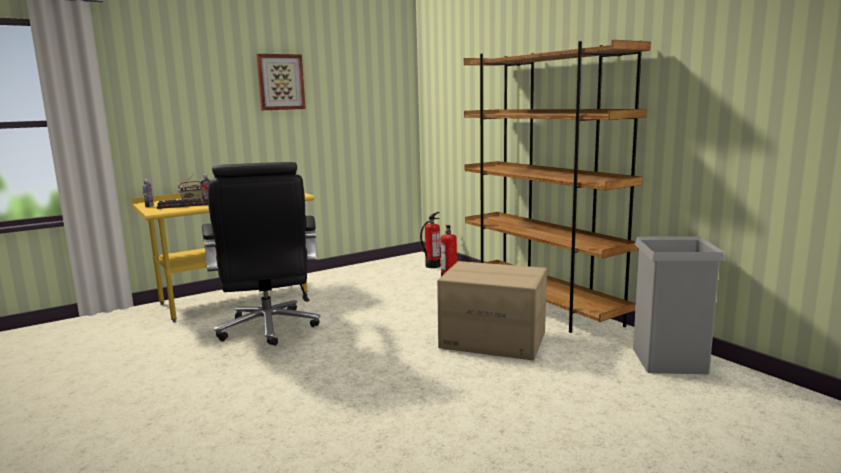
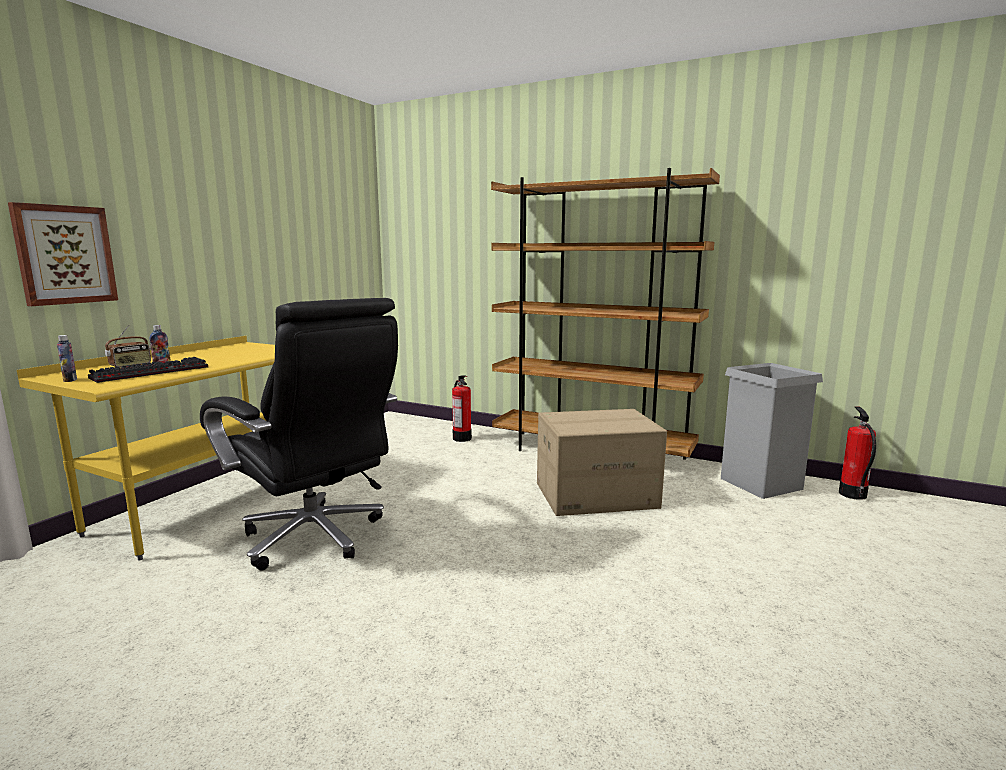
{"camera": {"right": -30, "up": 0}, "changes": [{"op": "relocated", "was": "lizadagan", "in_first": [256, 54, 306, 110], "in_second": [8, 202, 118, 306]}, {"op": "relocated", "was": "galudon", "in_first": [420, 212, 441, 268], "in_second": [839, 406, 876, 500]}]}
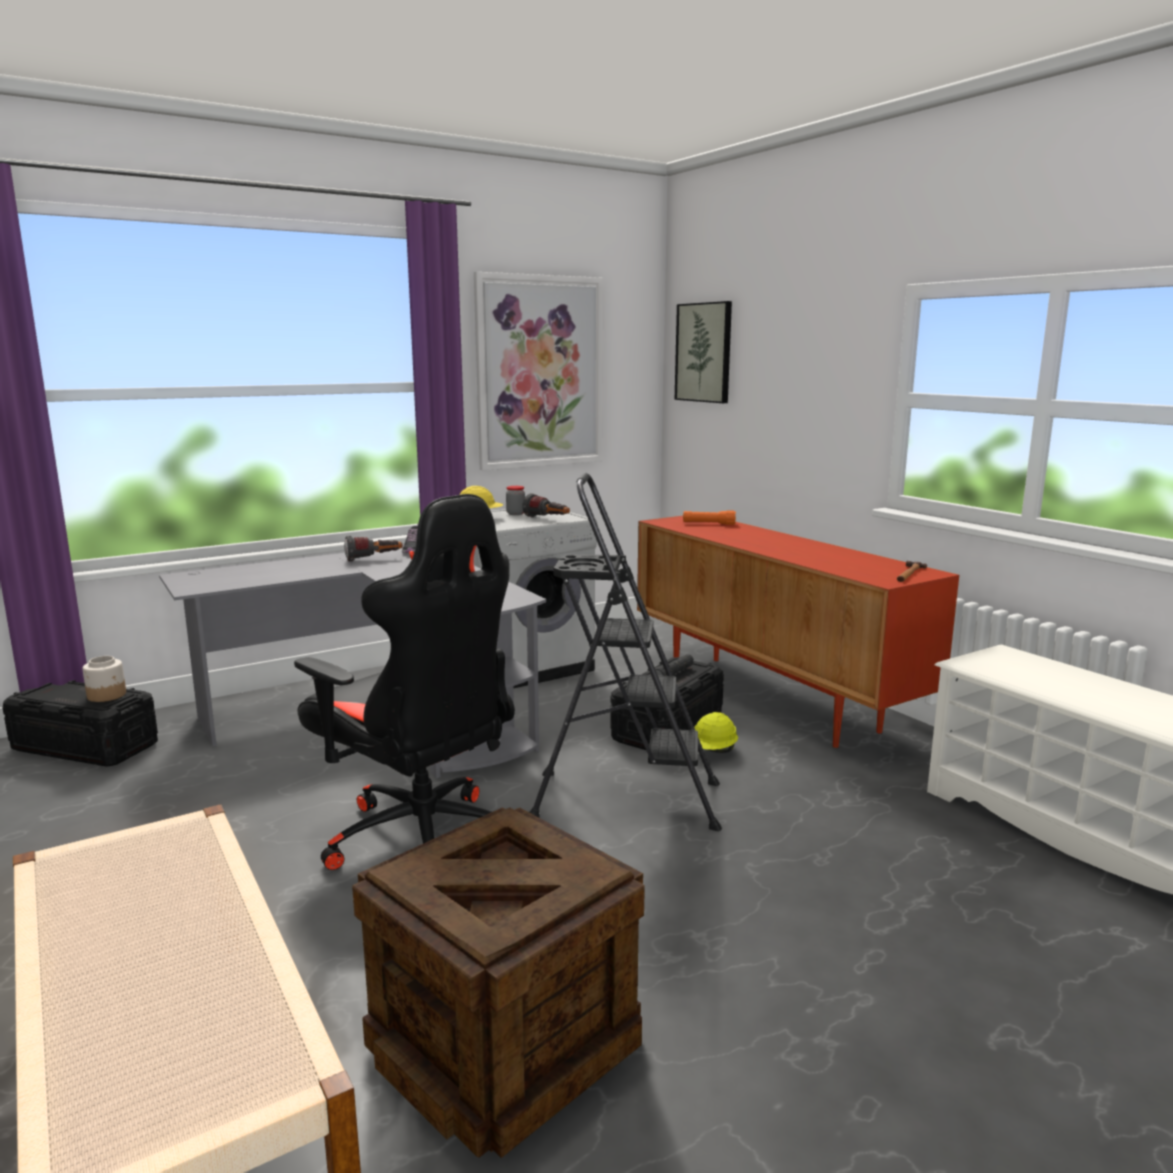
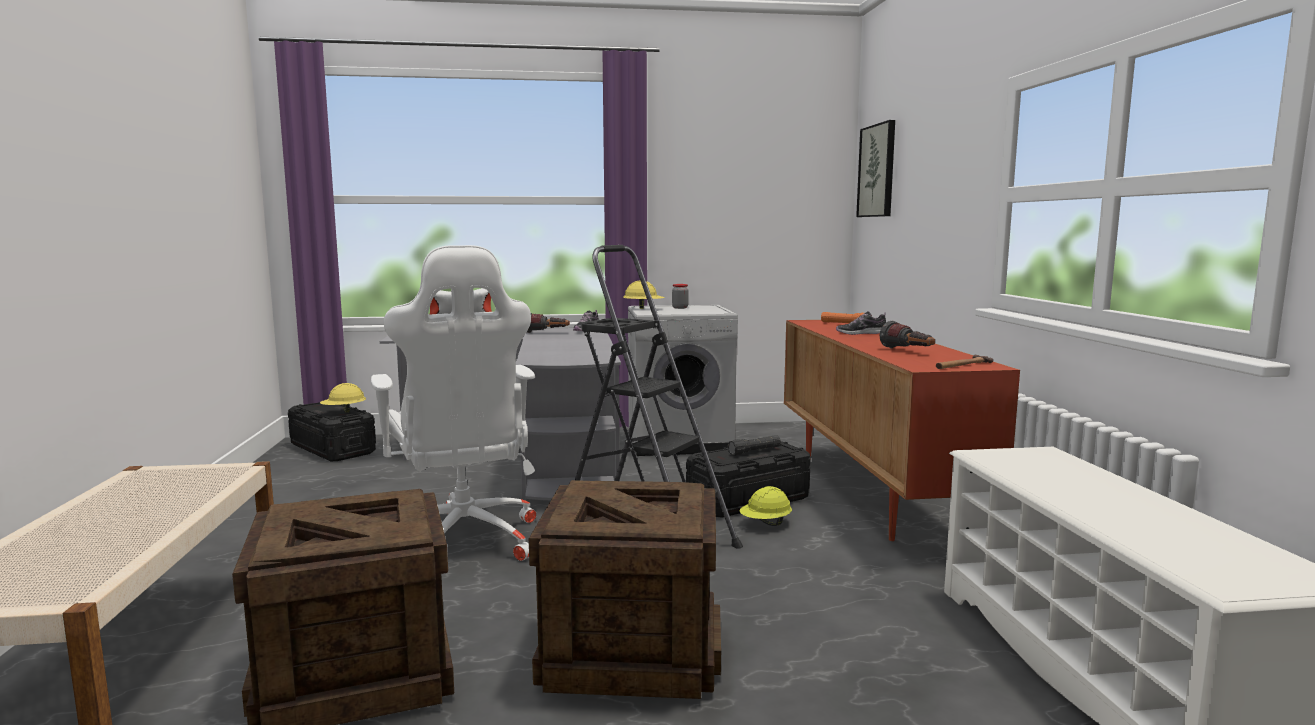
{"camera": {"right": 25, "up": -5}, "changes": [{"op": "exchanged", "was": "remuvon", "now": "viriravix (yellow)", "in_first": [82, 656, 126, 702], "in_second": [320, 383, 366, 413]}, {"op": "colour", "was": "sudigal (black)", "now": "sudigal (white)", "in_first": [294, 494, 515, 870], "in_second": [371, 245, 537, 561]}, {"op": "appeared", "now": "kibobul", "in_second": [529, 480, 721, 699]}, {"op": "appeared", "now": "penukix", "in_second": [836, 311, 886, 335]}, {"op": "relocated", "was": "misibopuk", "in_first": [522, 493, 570, 518], "in_second": [880, 321, 935, 349]}, {"op": "missing", "was": "lizadagan", "in_first": [474, 272, 603, 470]}]}
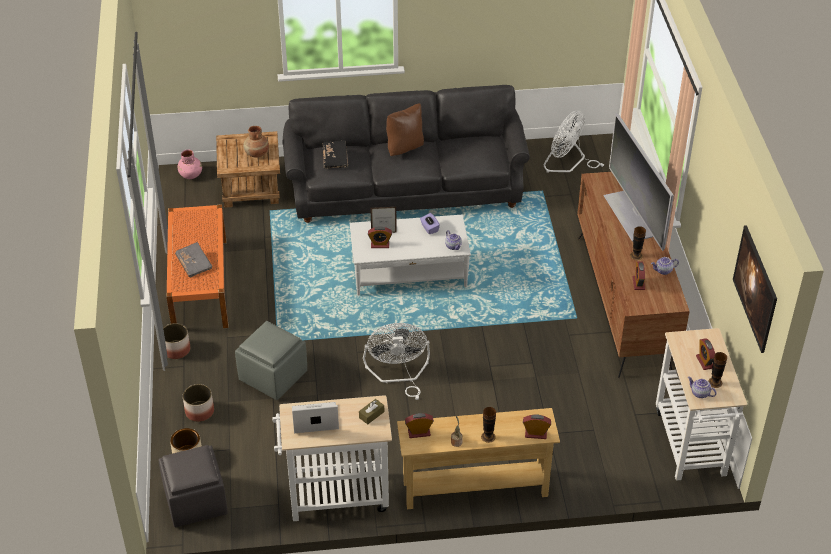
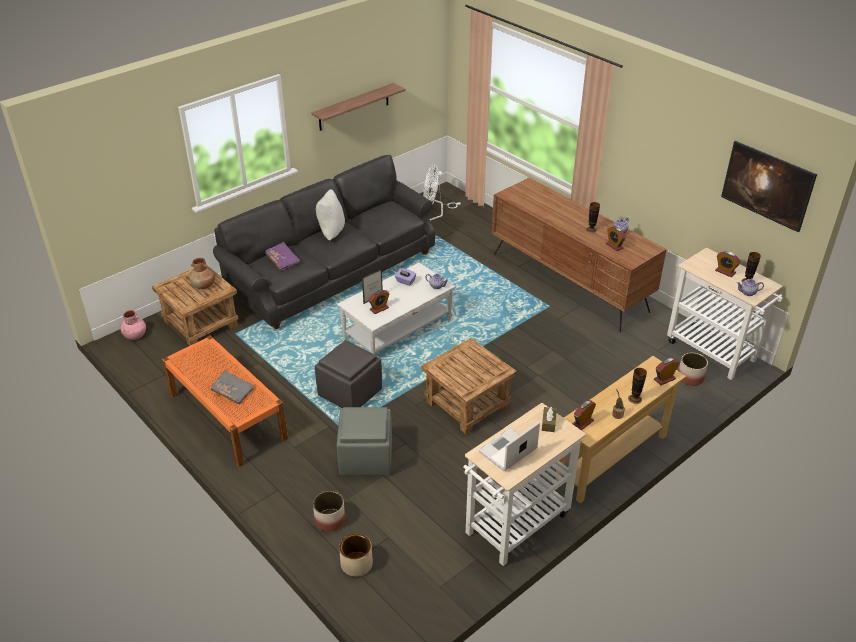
{"camera": {"right": -35, "up": -5}, "changes": [{"op": "colour", "was": "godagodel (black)", "now": "godagodel (purple)", "in_first": [323, 140, 348, 169], "in_second": [265, 242, 300, 271]}, {"op": "appeared", "now": "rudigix", "in_second": [311, 83, 406, 131]}, {"op": "relocated", "was": "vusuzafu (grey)", "in_first": [159, 445, 228, 528], "in_second": [315, 340, 382, 409]}, {"op": "colour", "was": "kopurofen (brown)", "now": "kopurofen (white)", "in_first": [386, 103, 424, 156], "in_second": [316, 189, 345, 241]}, {"op": "exchanged", "was": "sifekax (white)", "now": "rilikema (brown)", "in_first": [363, 323, 430, 400], "in_second": [421, 338, 517, 434]}, {"op": "relocated", "was": "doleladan", "in_first": [163, 323, 190, 359], "in_second": [678, 353, 708, 386]}, {"op": "missing", "was": "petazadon", "in_first": [603, 113, 674, 251]}]}
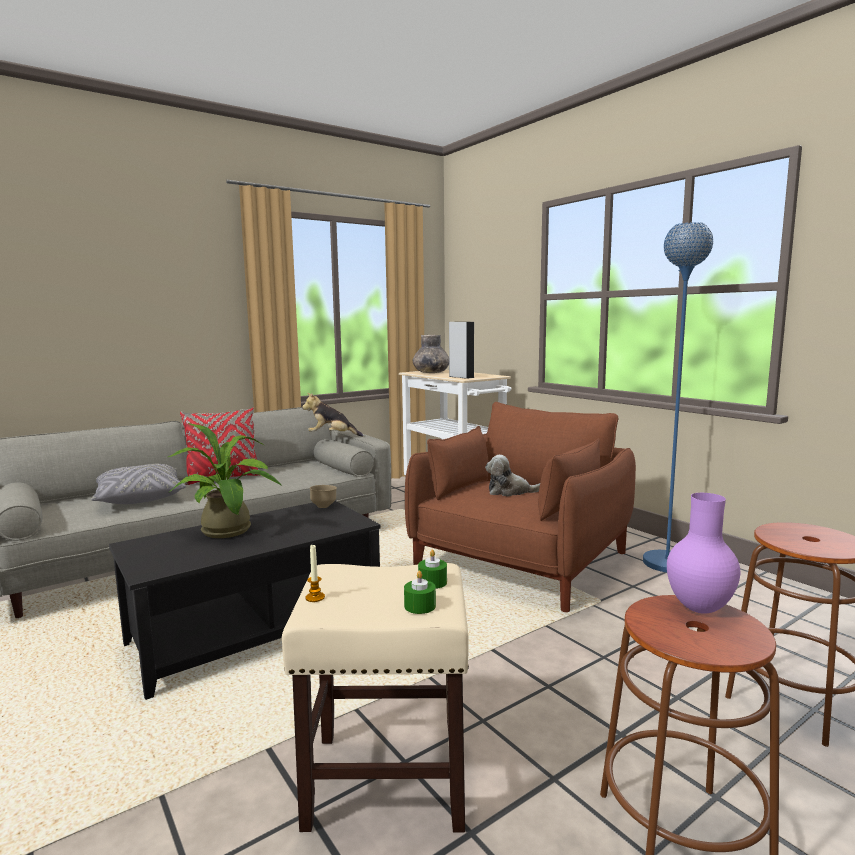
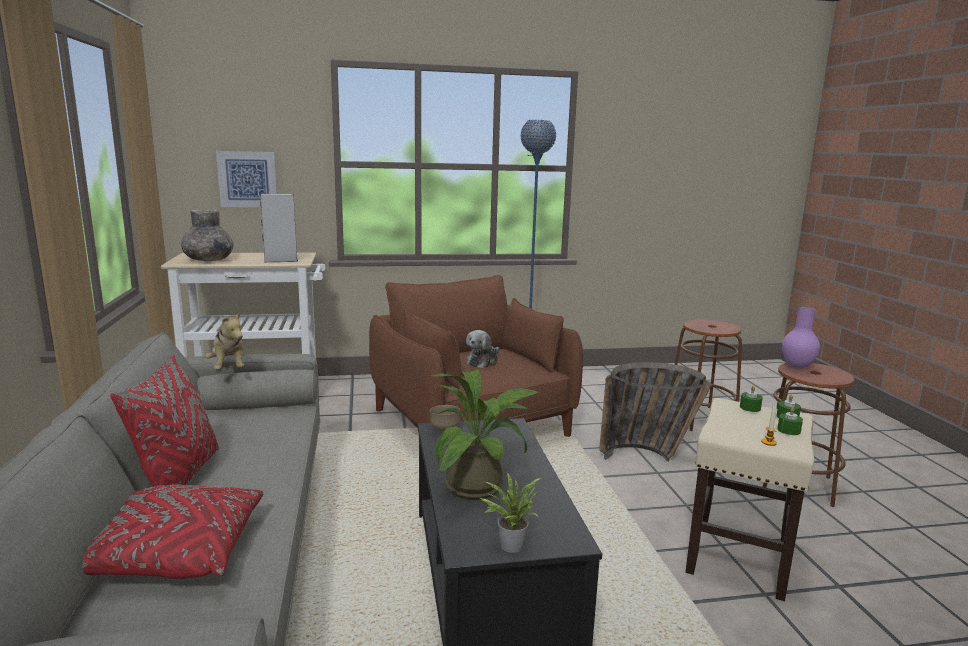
{"camera": {"right": -65, "up": 5}, "changes": [{"op": "colour", "was": "kopurofen (grey)", "now": "kopurofen (red)", "in_first": [91, 464, 186, 504], "in_second": [82, 485, 263, 579]}, {"op": "spun", "was": "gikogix", "in_first": [302, 393, 363, 437], "in_second": [205, 311, 244, 369], "clockwise": -60}, {"op": "appeared", "now": "lizadagan", "in_second": [216, 151, 277, 207]}, {"op": "appeared", "now": "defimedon", "in_second": [480, 472, 542, 553]}, {"op": "appeared", "now": "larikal", "in_second": [599, 362, 712, 462]}, {"op": "appeared", "now": "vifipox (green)", "in_second": [777, 407, 803, 435]}]}
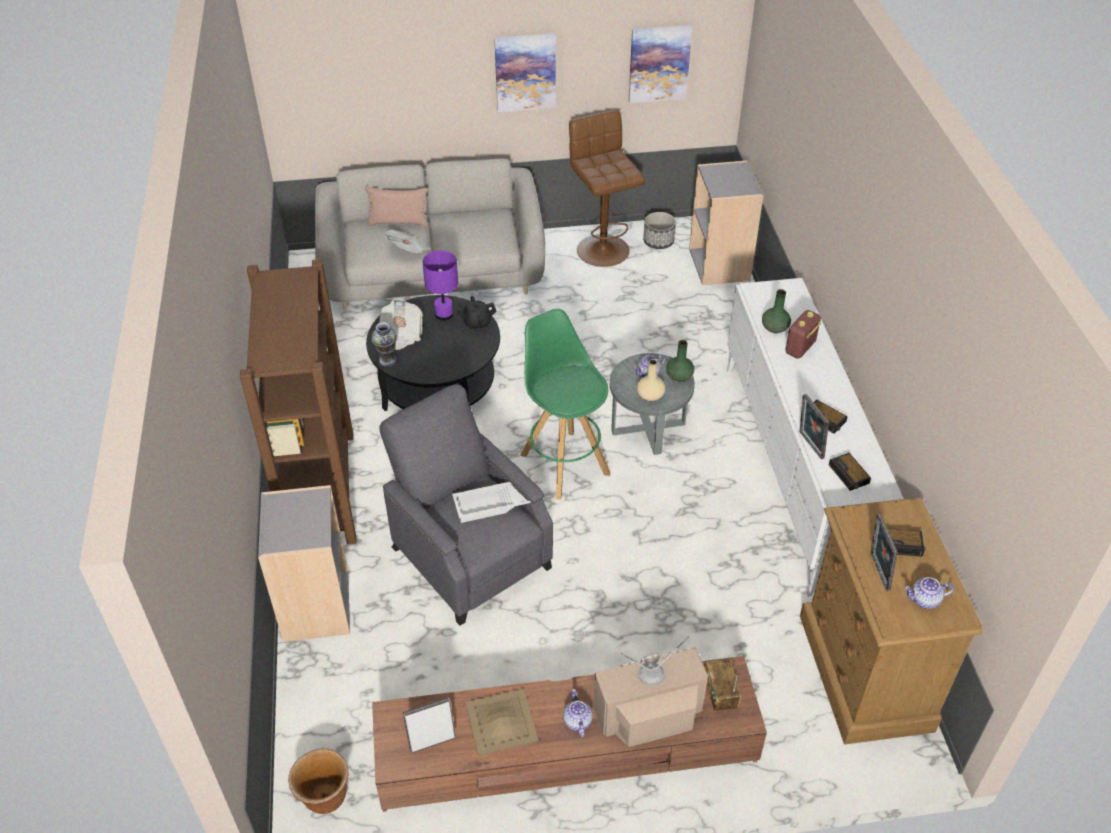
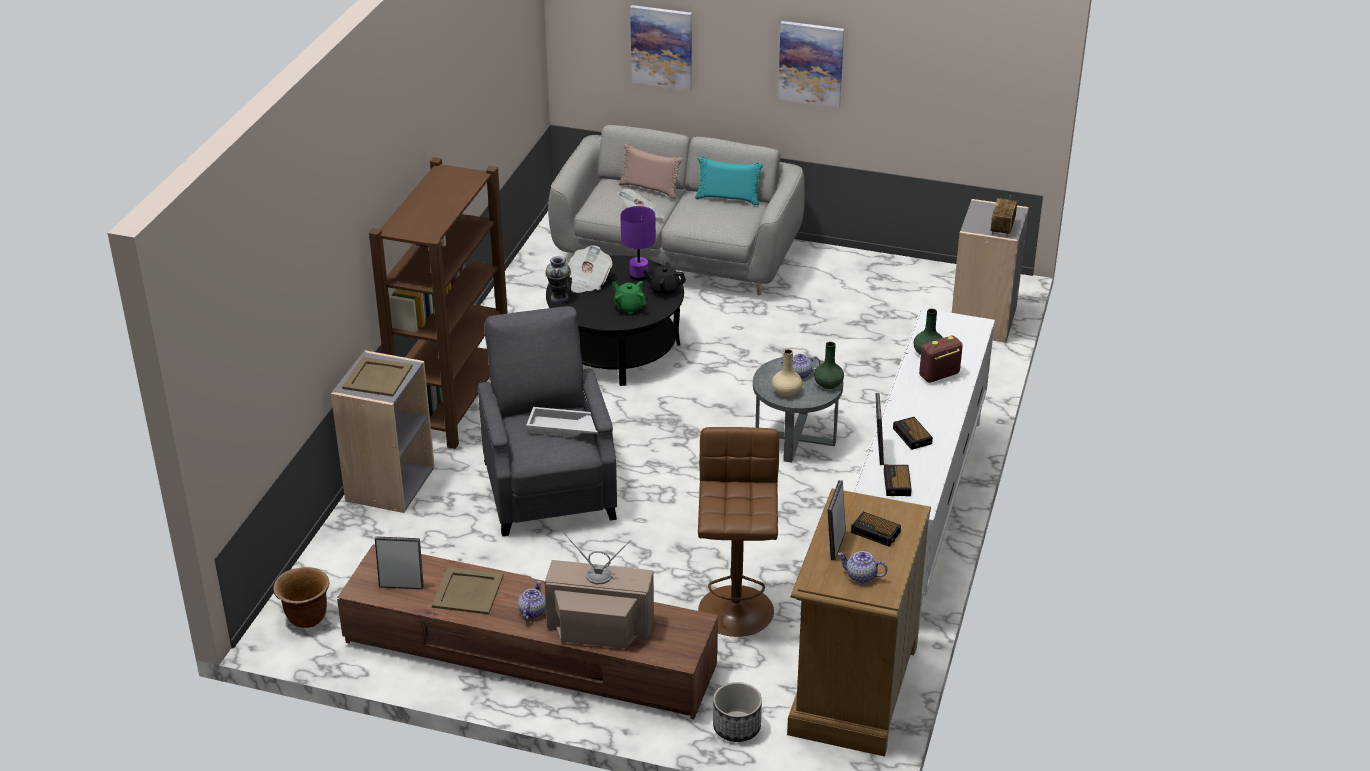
{"camera": {"right": 25, "up": -10}, "changes": [{"op": "appeared", "now": "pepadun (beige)", "in_second": [342, 357, 413, 396]}, {"op": "appeared", "now": "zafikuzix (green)", "in_second": [612, 281, 647, 314]}, {"op": "relocated", "was": "lizadagan", "in_first": [629, 25, 692, 103], "in_second": [630, 5, 692, 91]}, {"op": "appeared", "now": "kopurofen (turquoise)", "in_second": [695, 157, 763, 205]}, {"op": "relocated", "was": "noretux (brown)", "in_first": [569, 110, 645, 267], "in_second": [698, 427, 779, 637]}, {"op": "relocated", "was": "doleladan", "in_first": [643, 212, 676, 249], "in_second": [713, 682, 762, 742]}, {"op": "relocated", "was": "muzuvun", "in_first": [705, 659, 741, 712], "in_second": [990, 195, 1017, 237]}, {"op": "missing", "was": "noretux (green)", "in_first": [520, 309, 610, 500]}]}
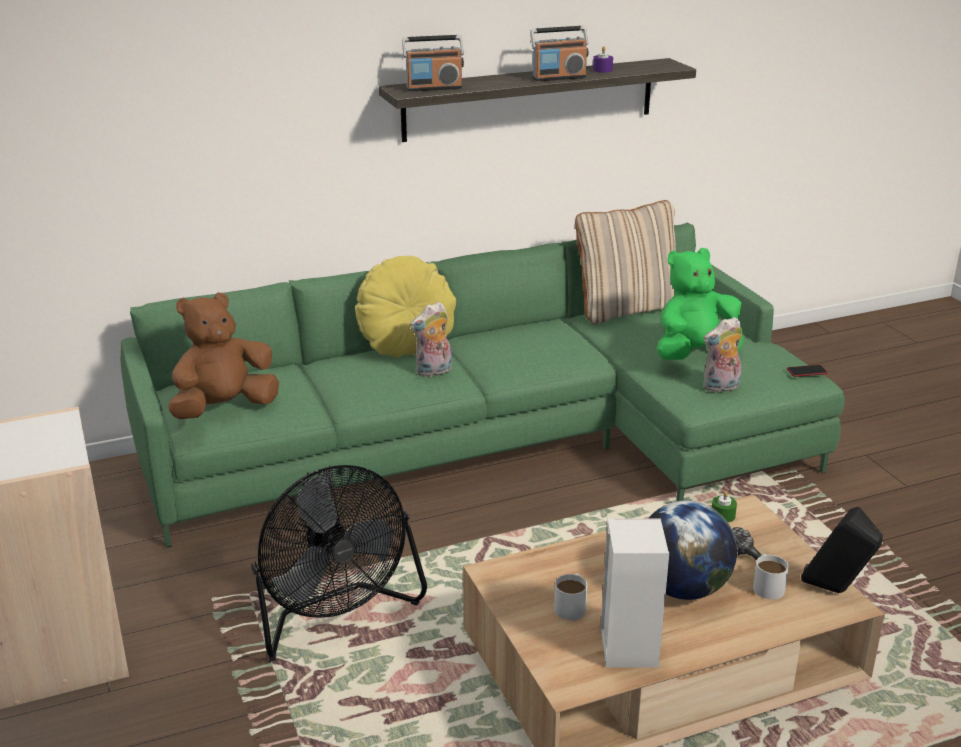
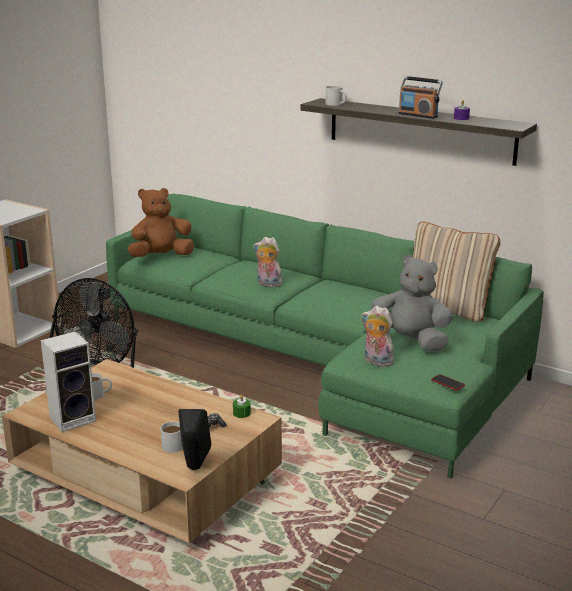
{"camera": {"right": 55, "up": -5}, "changes": [{"op": "spun", "was": "gikogix (brown)", "in_first": [168, 292, 279, 419], "in_second": [127, 188, 194, 257], "clockwise": -45}, {"op": "exchanged", "was": "muzuvun", "now": "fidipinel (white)", "in_first": [402, 35, 464, 91], "in_second": [326, 86, 347, 106]}, {"op": "colour", "was": "gikogix (green)", "now": "gikogix (grey)", "in_first": [657, 248, 743, 360], "in_second": [362, 255, 452, 352]}, {"op": "missing", "was": "kopurofen (yellow)", "in_first": [355, 256, 456, 358]}, {"op": "missing", "was": "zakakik", "in_first": [649, 500, 737, 600]}]}
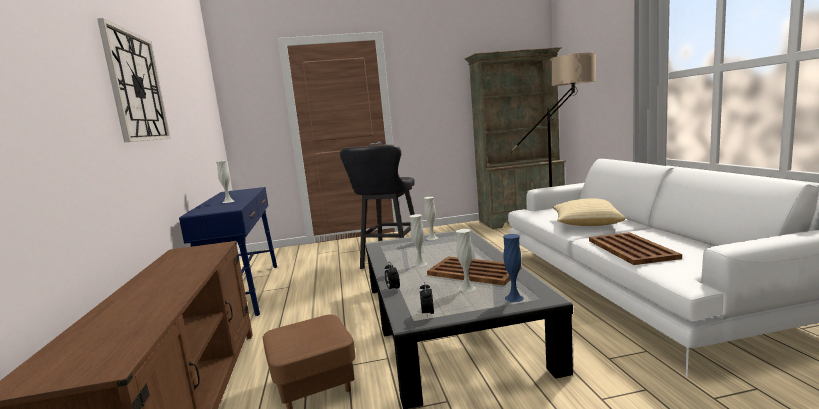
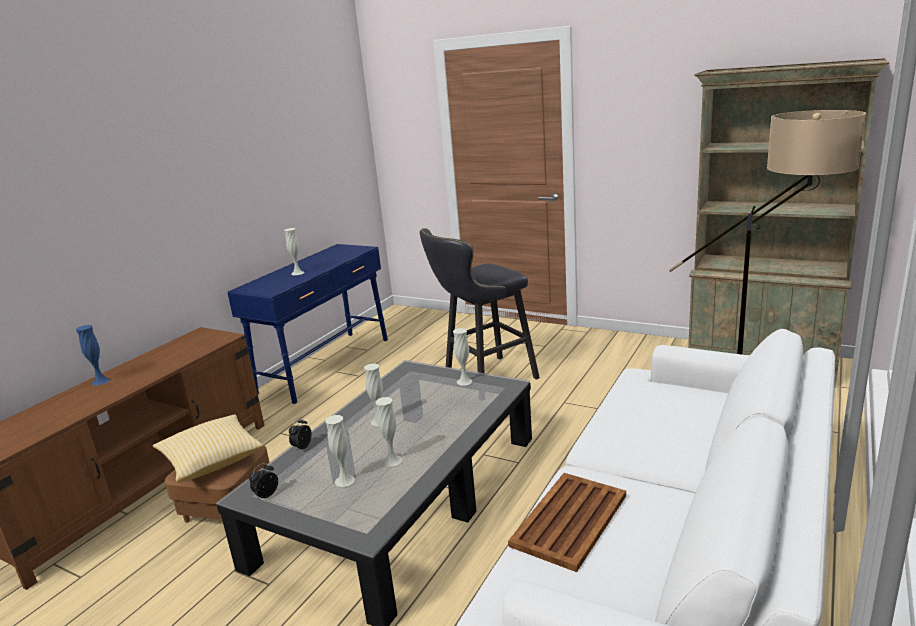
{"camera": {"right": 40, "up": 10}, "changes": [{"op": "relocated", "was": "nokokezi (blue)", "in_first": [503, 234, 524, 302], "in_second": [76, 325, 110, 386]}, {"op": "relocated", "was": "kopurofen", "in_first": [553, 198, 625, 226], "in_second": [152, 414, 263, 483]}, {"op": "exchanged", "was": "pepadun (brown)", "now": "nokokezi (white)", "in_first": [427, 257, 521, 286], "in_second": [375, 397, 402, 467]}, {"op": "missing", "was": "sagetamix", "in_first": [97, 18, 171, 142]}]}
